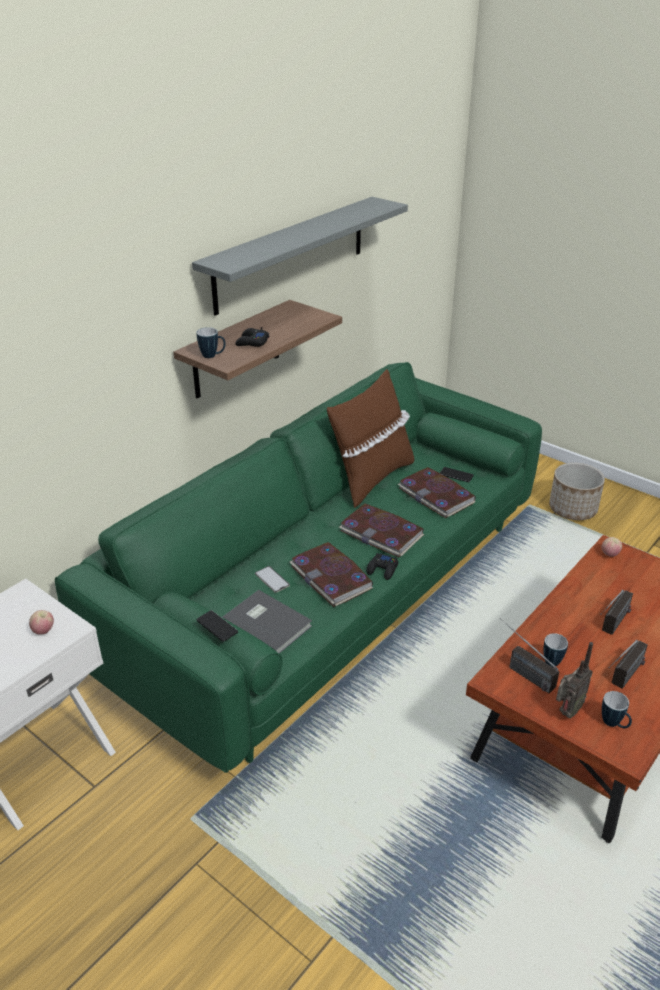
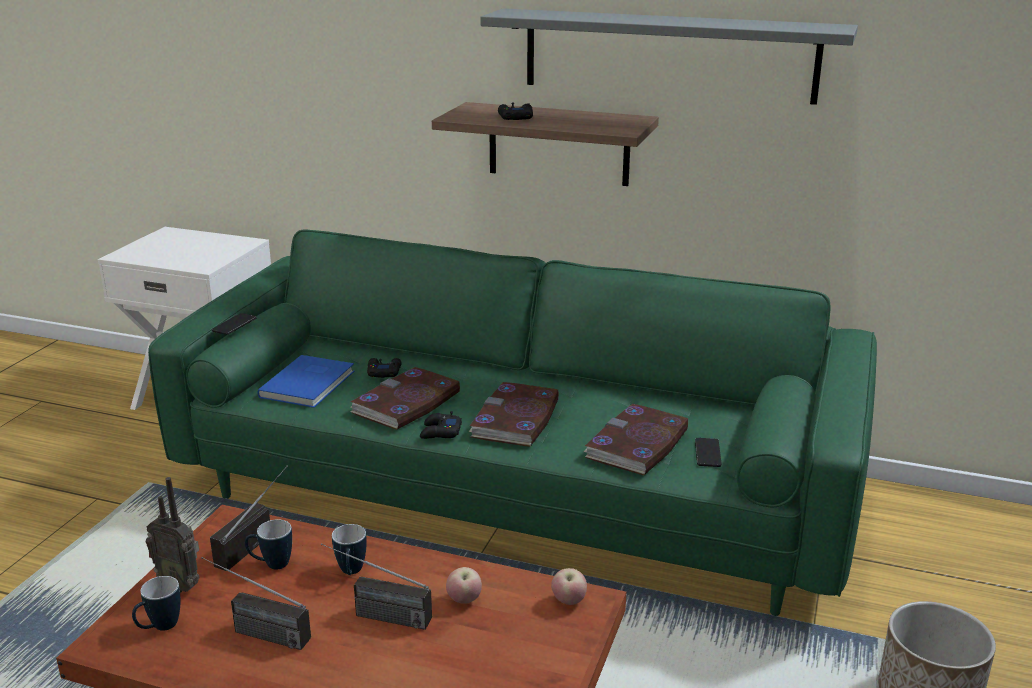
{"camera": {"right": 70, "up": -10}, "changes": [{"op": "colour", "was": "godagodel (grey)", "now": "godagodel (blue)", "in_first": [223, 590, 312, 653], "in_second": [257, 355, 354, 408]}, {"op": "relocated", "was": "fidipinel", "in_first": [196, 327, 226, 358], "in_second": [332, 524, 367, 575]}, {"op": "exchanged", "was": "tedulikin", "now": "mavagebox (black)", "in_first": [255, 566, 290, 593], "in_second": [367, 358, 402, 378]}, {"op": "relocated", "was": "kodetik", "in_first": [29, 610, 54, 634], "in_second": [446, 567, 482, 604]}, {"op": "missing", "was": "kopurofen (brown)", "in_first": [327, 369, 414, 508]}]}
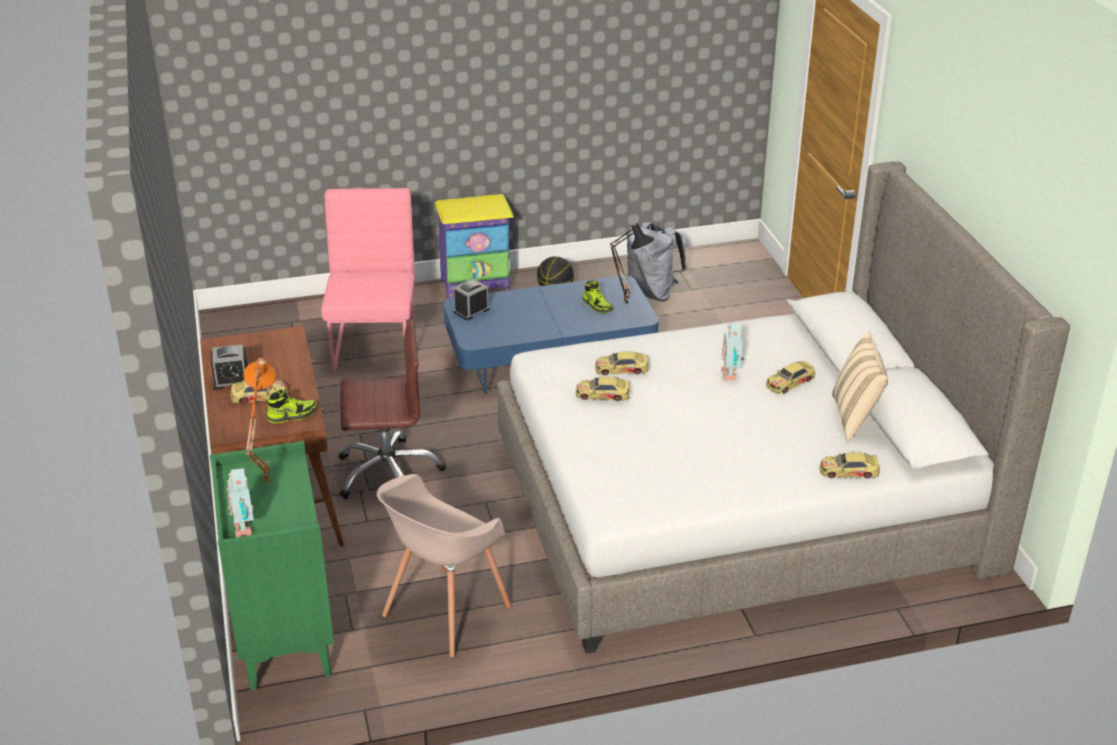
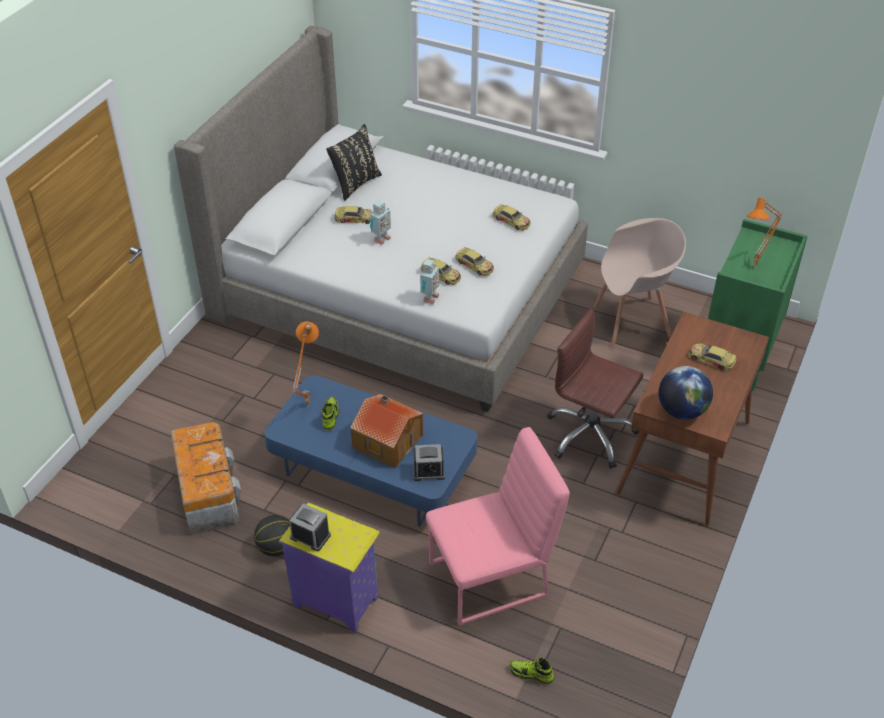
{"camera": {"right": -140, "up": 10}, "changes": [{"op": "exchanged", "was": "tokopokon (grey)", "now": "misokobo", "in_first": [627, 222, 687, 301], "in_second": [170, 422, 241, 535]}, {"op": "relocated", "was": "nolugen", "in_first": [211, 344, 248, 390], "in_second": [289, 503, 331, 551]}, {"op": "colour", "was": "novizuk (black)", "now": "novizuk (orange)", "in_first": [610, 223, 654, 306], "in_second": [292, 321, 319, 406]}, {"op": "colour", "was": "kopurofen (beige)", "now": "kopurofen (black)", "in_first": [832, 332, 888, 442], "in_second": [326, 124, 382, 201]}, {"op": "appeared", "now": "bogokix", "in_second": [350, 394, 424, 468]}, {"op": "relocated", "was": "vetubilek", "in_first": [227, 468, 256, 537], "in_second": [420, 259, 439, 305]}, {"op": "spun", "was": "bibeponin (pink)", "in_first": [321, 188, 415, 373], "in_second": [426, 427, 570, 626], "clockwise": -150}, {"op": "relocated", "was": "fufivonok", "in_first": [819, 453, 880, 479], "in_second": [493, 204, 530, 231]}, {"op": "relocated", "was": "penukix", "in_first": [266, 389, 317, 423], "in_second": [509, 657, 554, 685]}, {"op": "appeared", "now": "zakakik", "in_second": [658, 366, 713, 420]}]}
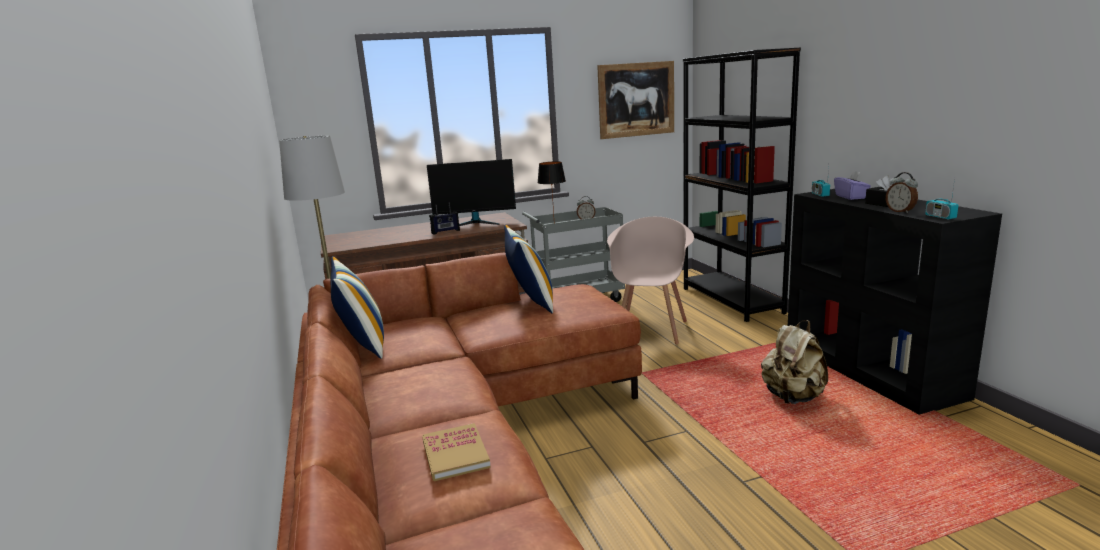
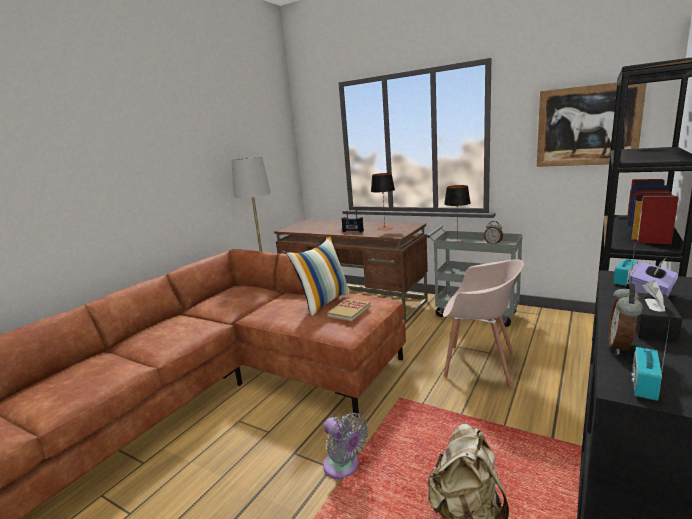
{"camera": {"right": 50, "up": 0}, "changes": [{"op": "appeared", "now": "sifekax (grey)", "in_second": [323, 413, 368, 479]}, {"op": "relocated", "was": "godagodel", "in_first": [422, 423, 491, 481], "in_second": [327, 299, 371, 322]}, {"op": "exchanged", "was": "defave", "now": "novizuk", "in_first": [427, 159, 516, 226], "in_second": [371, 173, 395, 230]}, {"op": "spun", "was": "bibeponin (beige)", "in_first": [607, 217, 694, 345], "in_second": [443, 259, 524, 387], "clockwise": 45}, {"op": "missing", "was": "kopurofen", "in_first": [331, 256, 384, 359]}]}
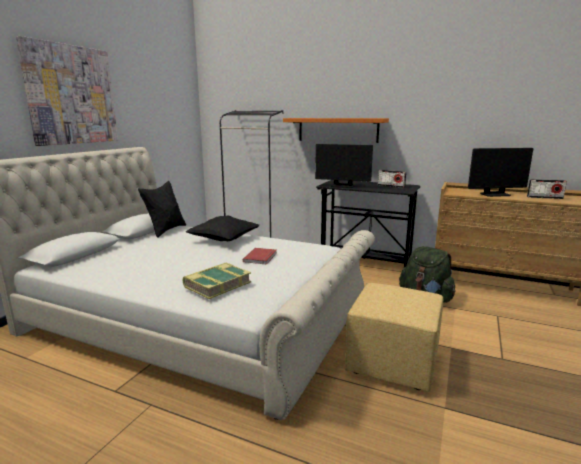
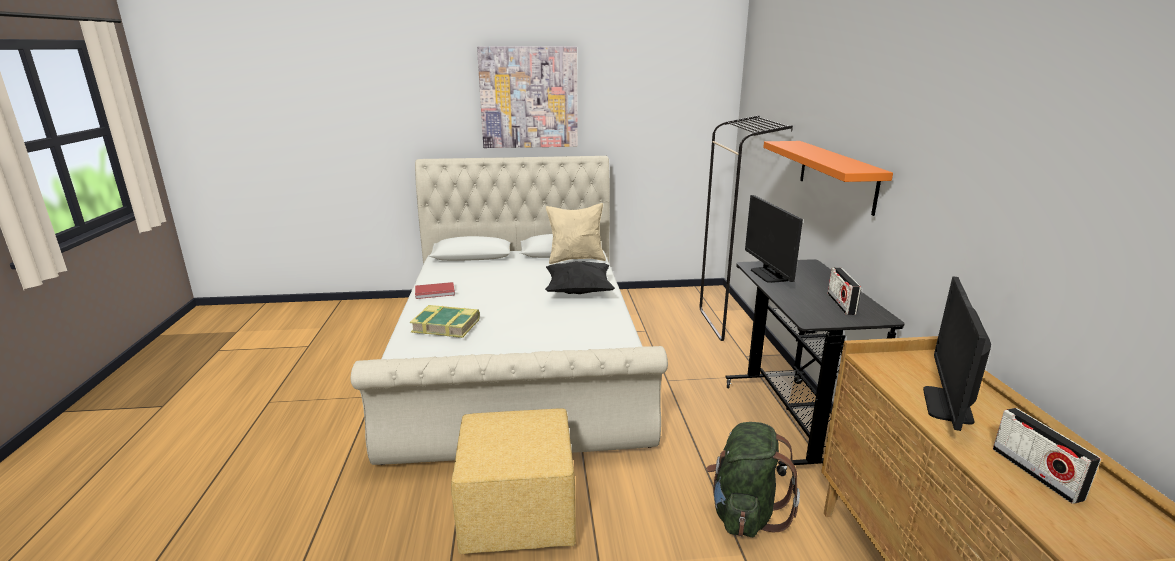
{"camera": {"right": 60, "up": 5}, "changes": [{"op": "relocated", "was": "godagodel (red)", "in_first": [243, 248, 277, 265], "in_second": [415, 282, 455, 299]}, {"op": "colour", "was": "kopurofen (black)", "now": "kopurofen (beige)", "in_first": [138, 181, 186, 238], "in_second": [546, 203, 606, 264]}, {"op": "spun", "was": "defave", "in_first": [468, 148, 533, 197], "in_second": [923, 276, 991, 431], "clockwise": 60}]}
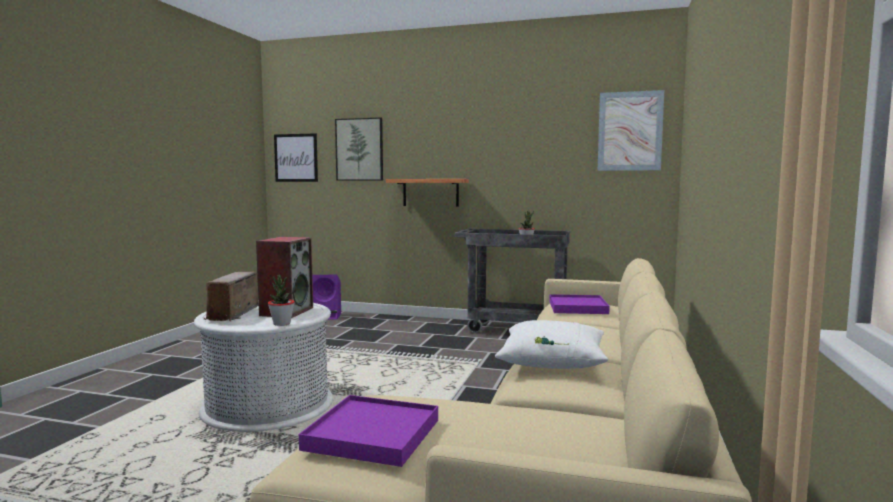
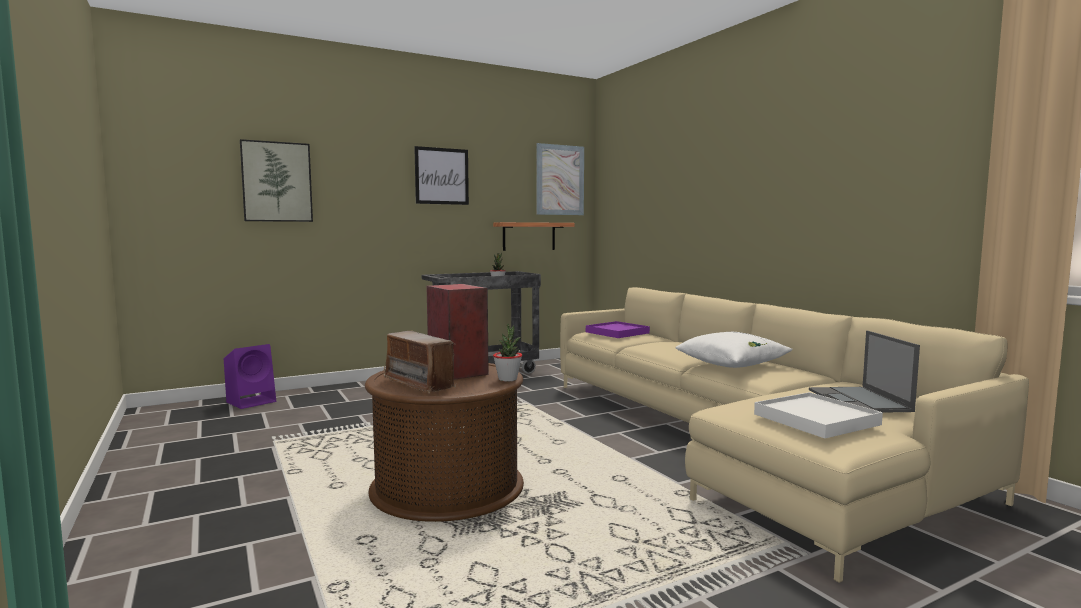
{"camera": {"right": -45, "up": 0}, "changes": [{"op": "colour", "was": "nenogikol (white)", "now": "nenogikol (brown)", "in_first": [194, 302, 333, 432], "in_second": [365, 363, 524, 522]}, {"op": "relocated", "was": "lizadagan", "in_first": [274, 133, 318, 182], "in_second": [414, 146, 469, 205]}, {"op": "relocated", "was": "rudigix", "in_first": [386, 179, 469, 207], "in_second": [493, 222, 575, 251]}, {"op": "colour", "was": "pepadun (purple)", "now": "pepadun (white)", "in_first": [299, 395, 438, 467], "in_second": [754, 392, 883, 438]}, {"op": "appeared", "now": "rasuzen", "in_second": [809, 331, 920, 413]}]}
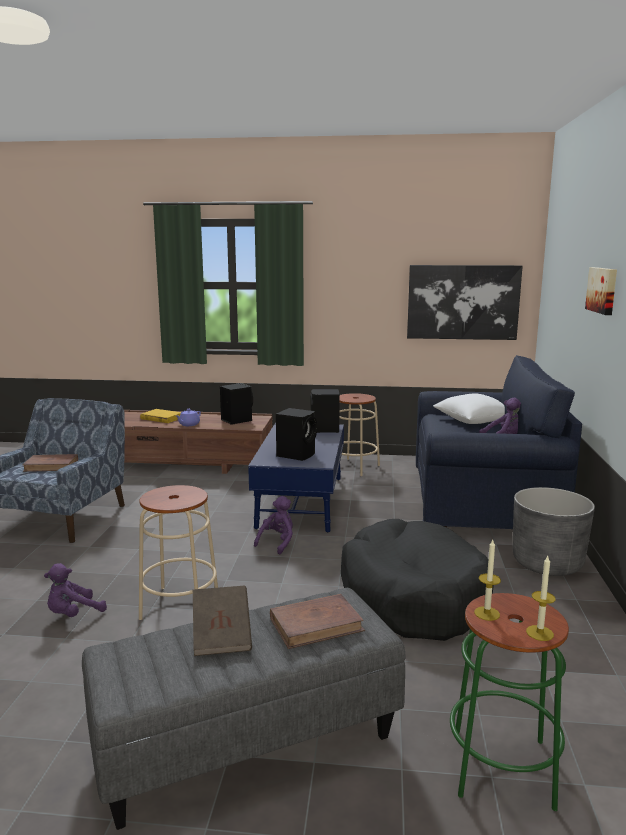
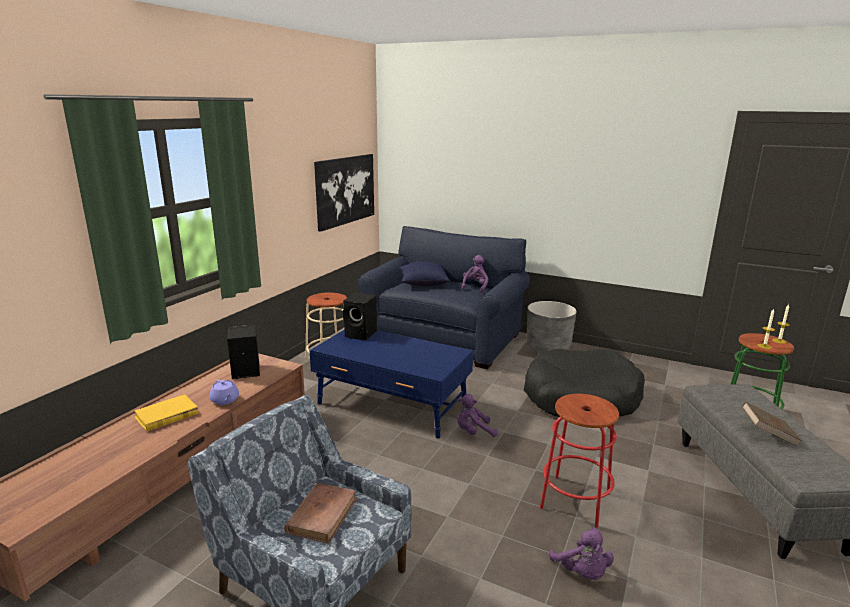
{"camera": {"right": -70, "up": 5}, "changes": [{"op": "colour", "was": "kopurofen (white)", "now": "kopurofen (blue)", "in_first": [433, 394, 505, 424], "in_second": [400, 261, 450, 286]}, {"op": "spun", "was": "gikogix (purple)", "in_first": [254, 496, 293, 554], "in_second": [458, 394, 497, 437], "clockwise": -60}, {"op": "colour", "was": "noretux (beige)", "now": "noretux (red)", "in_first": [139, 485, 218, 620], "in_second": [540, 394, 619, 528]}, {"op": "missing", "was": "godagodel (brown)", "in_first": [270, 594, 365, 649]}, {"op": "missing", "was": "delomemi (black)", "in_first": [276, 408, 317, 461]}, {"op": "missing", "was": "lizadagan", "in_first": [585, 267, 617, 315]}]}
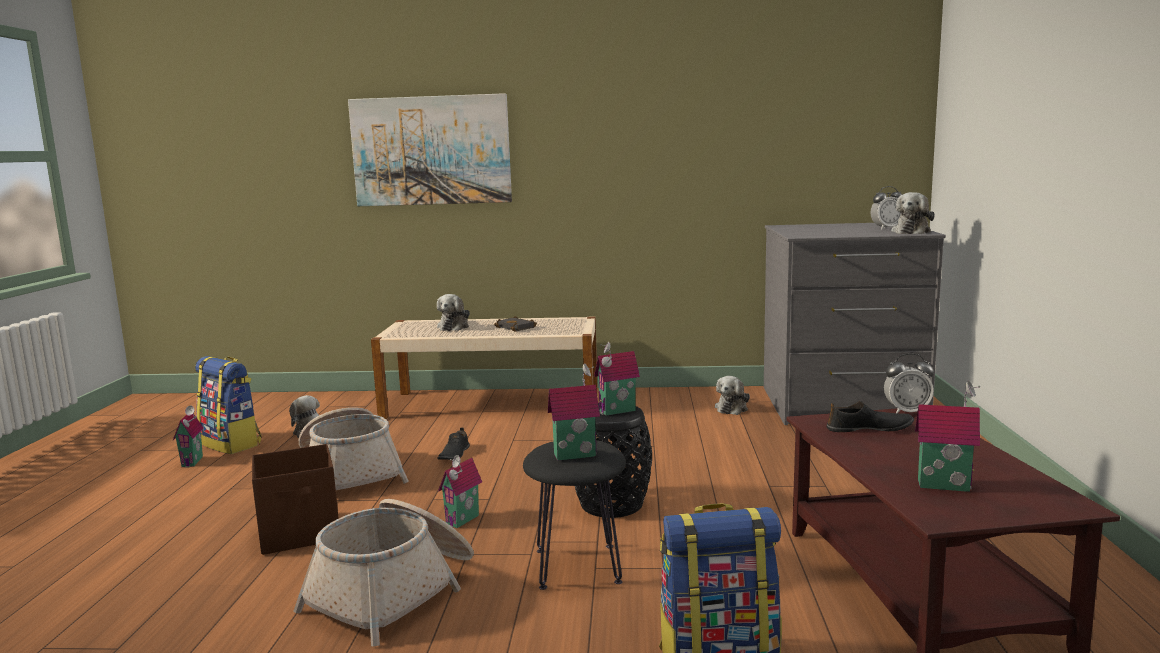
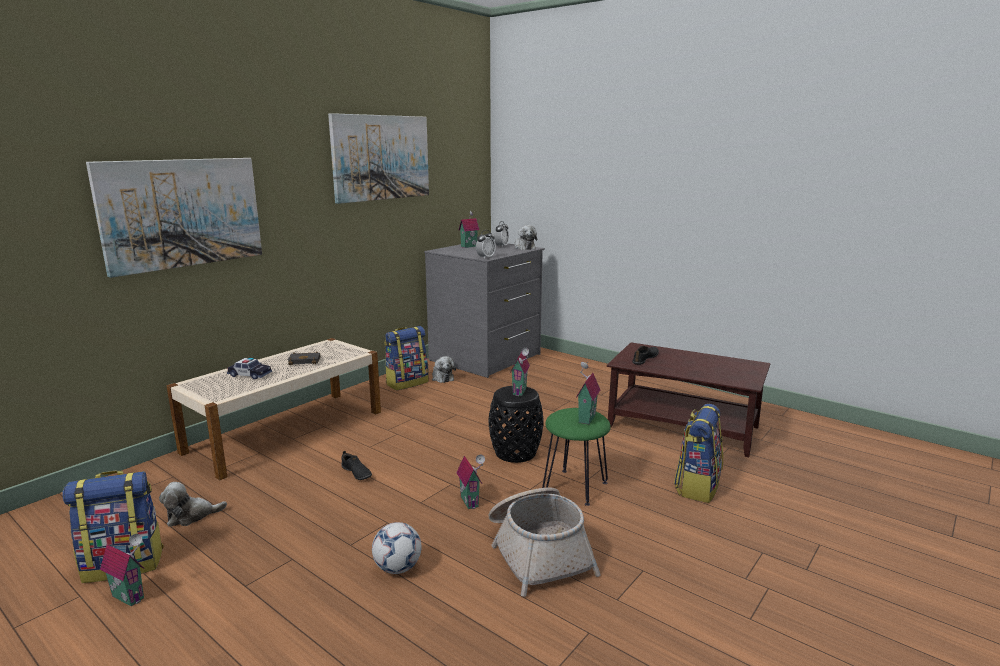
{"camera": {"right": -55, "up": 5}, "changes": [{"op": "exchanged", "was": "gikogix", "now": "fufivonok", "in_first": [437, 294, 469, 331], "in_second": [227, 358, 272, 380]}, {"op": "appeared", "now": "lizadagan", "in_second": [328, 113, 429, 204]}, {"op": "exchanged", "was": "misokobo (brown)", "now": "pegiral", "in_first": [252, 444, 339, 555], "in_second": [372, 522, 422, 574]}, {"op": "appeared", "now": "tokopokon", "in_second": [384, 326, 429, 391]}, {"op": "relocated", "was": "bogokix", "in_first": [915, 381, 980, 492], "in_second": [459, 211, 479, 248]}, {"op": "relocated", "was": "nolugen", "in_first": [884, 353, 934, 413], "in_second": [476, 230, 496, 259]}, {"op": "colour", "was": "noretux (black)", "now": "noretux (green)", "in_first": [523, 440, 626, 590], "in_second": [542, 408, 611, 506]}, {"op": "missing", "was": "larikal", "in_first": [299, 407, 408, 490]}]}
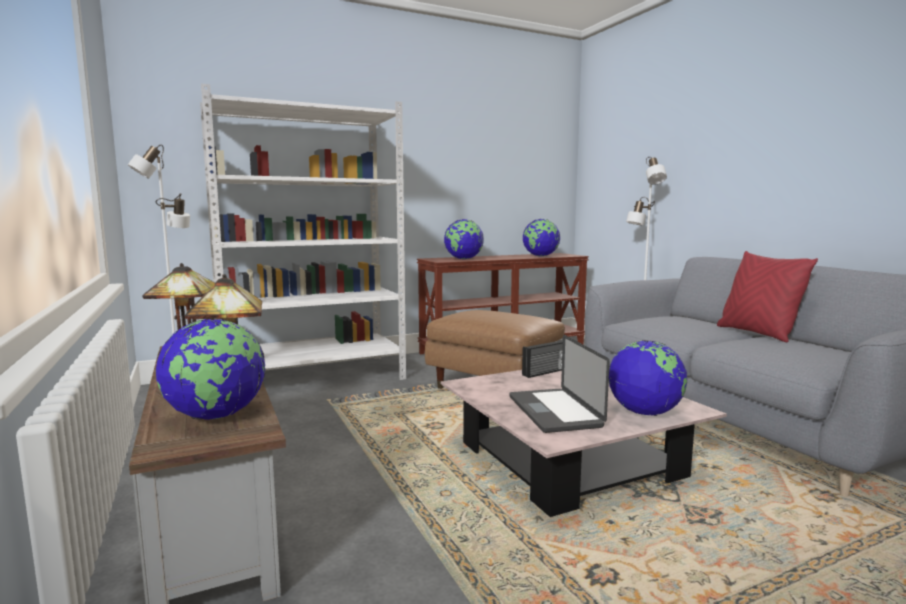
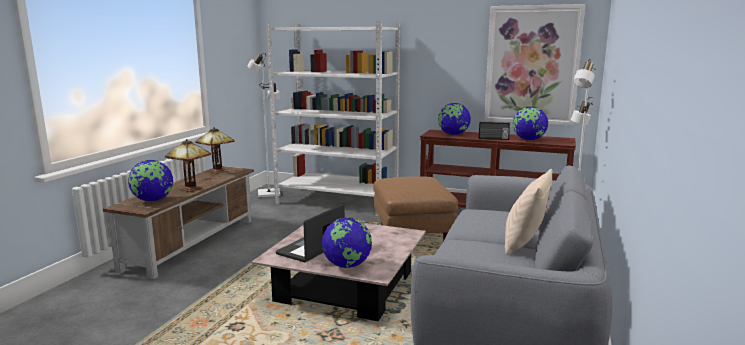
{"camera": {"right": 45, "up": 5}, "changes": [{"op": "relocated", "was": "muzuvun", "in_first": [522, 340, 563, 378], "in_second": [479, 122, 510, 140]}, {"op": "appeared", "now": "lizadagan", "in_second": [484, 4, 585, 125]}, {"op": "colour", "was": "kopurofen (red)", "now": "kopurofen (beige)", "in_first": [717, 251, 818, 342], "in_second": [505, 169, 552, 255]}]}
